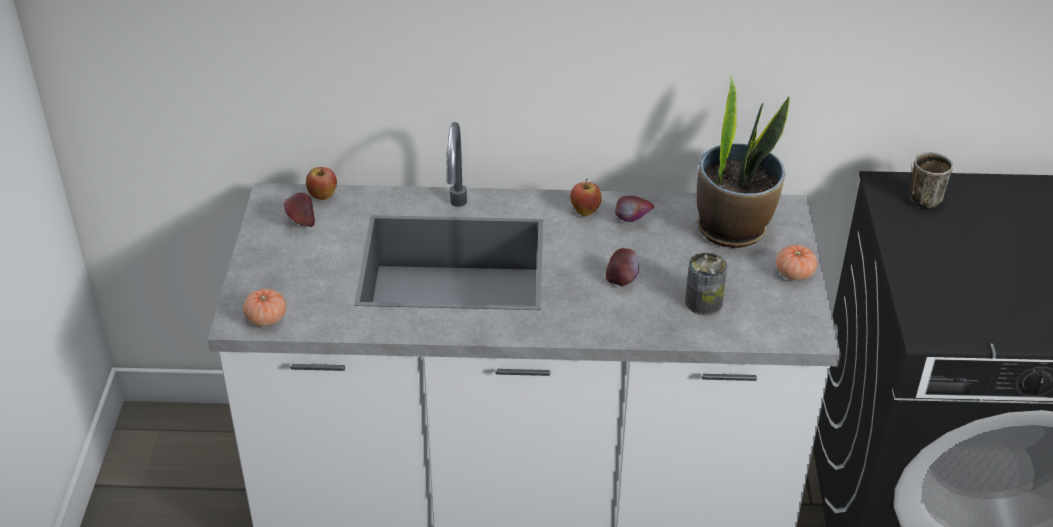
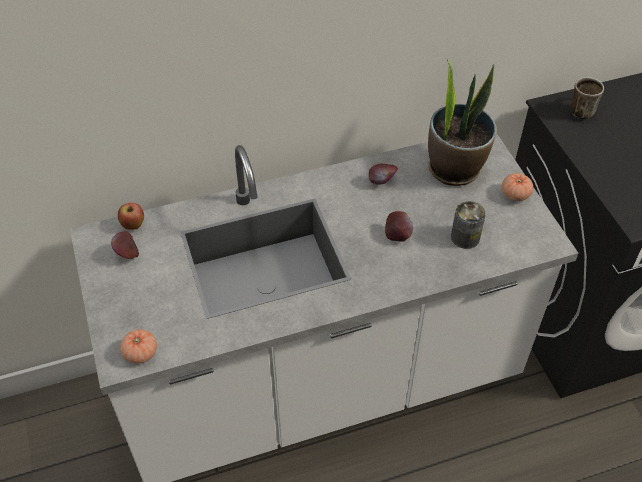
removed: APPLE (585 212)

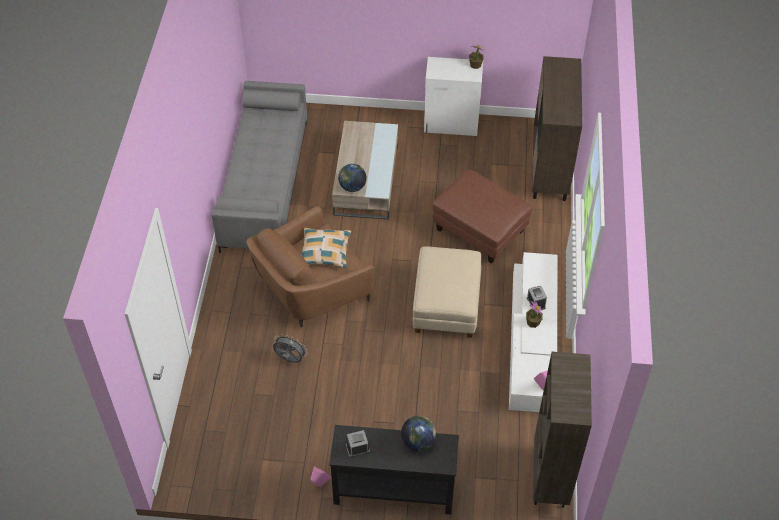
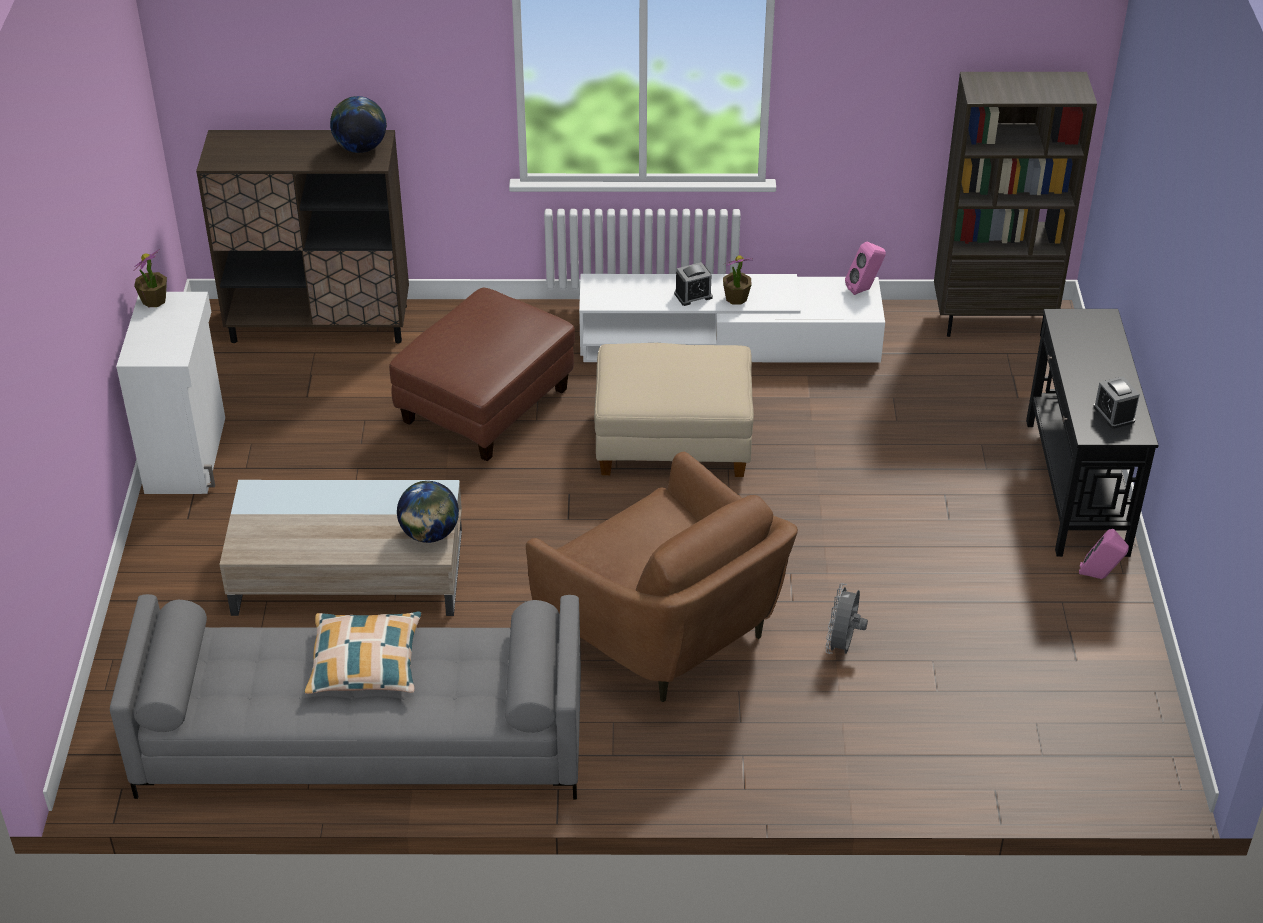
moved: CUSHION (325 251) to (365 662); GLOBE (418 442) to (360 148)

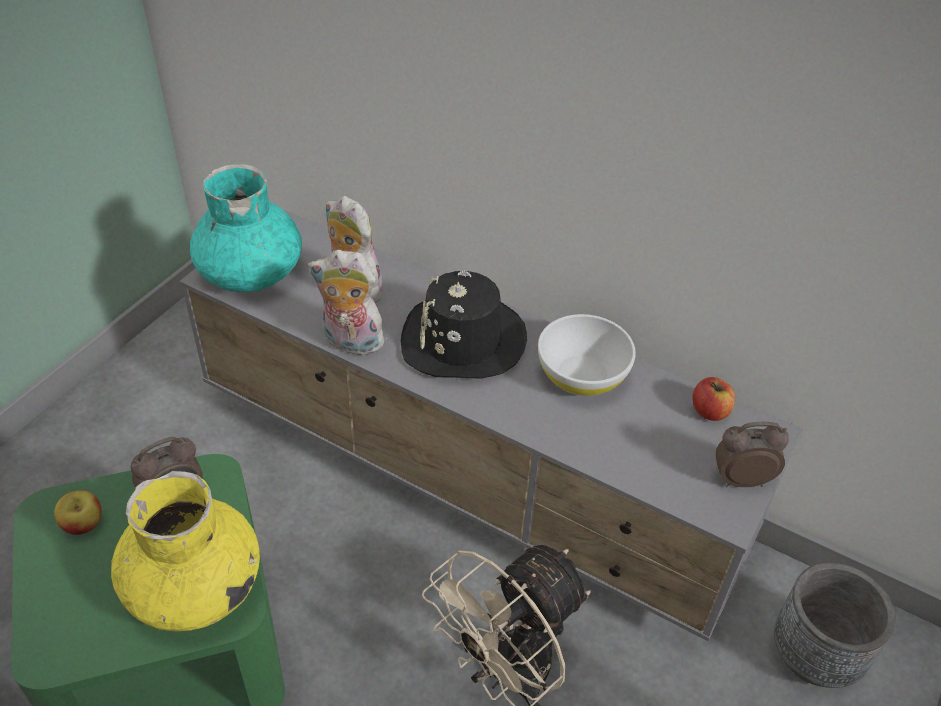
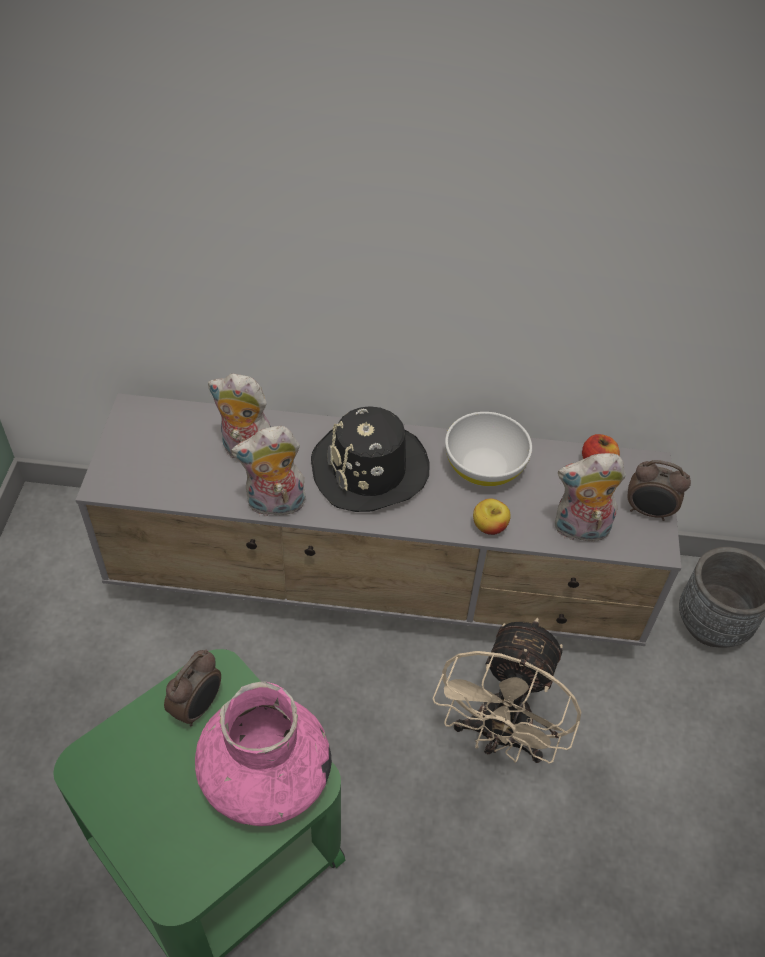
removed: BLUE-GREEN VASE (251 272)
added: CUDDLY TOY (580 530)
moved: APPLE (83 524) to (489 526)
recoloured: YELLOW-COLOURED VASE (194 587) to PINK-COLOURED VASE (265 776)
turned: ALARM CLOCK (740 479) = (648 512) 135 degrees counterclockwise

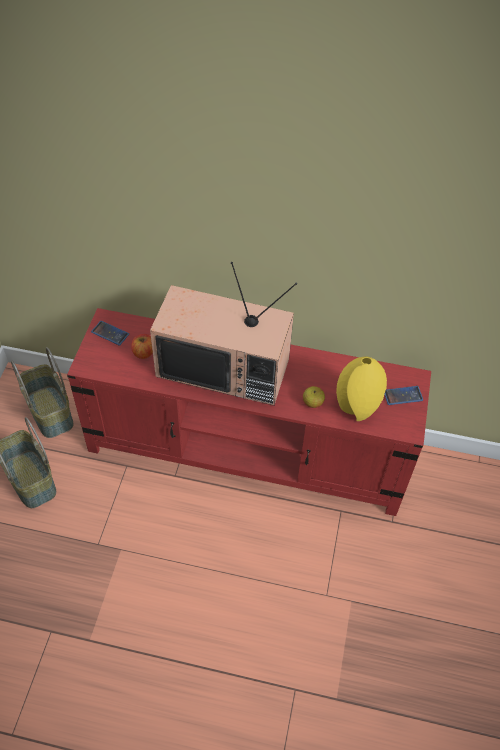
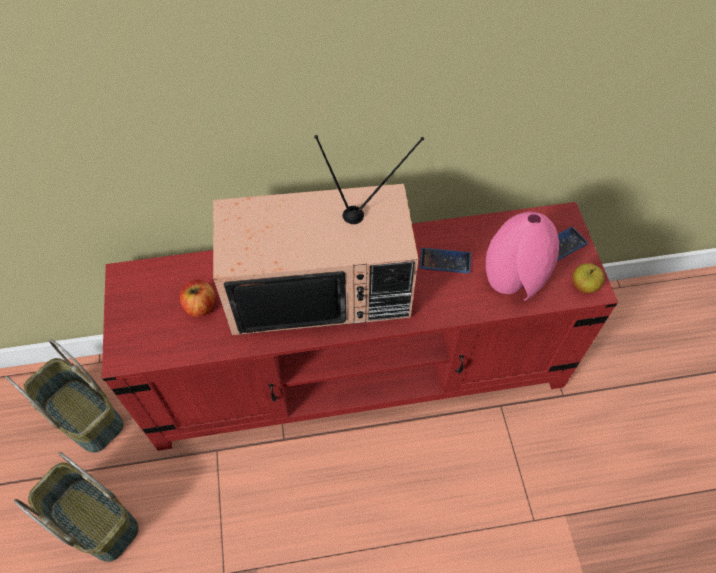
moved: TELEPHONE (110 333) to (445 261); APPLE (312 403) to (584 285)
recoloured: YELLOW-COLOURED VASE (357 407) to PINK-COLOURED VASE (514 281)

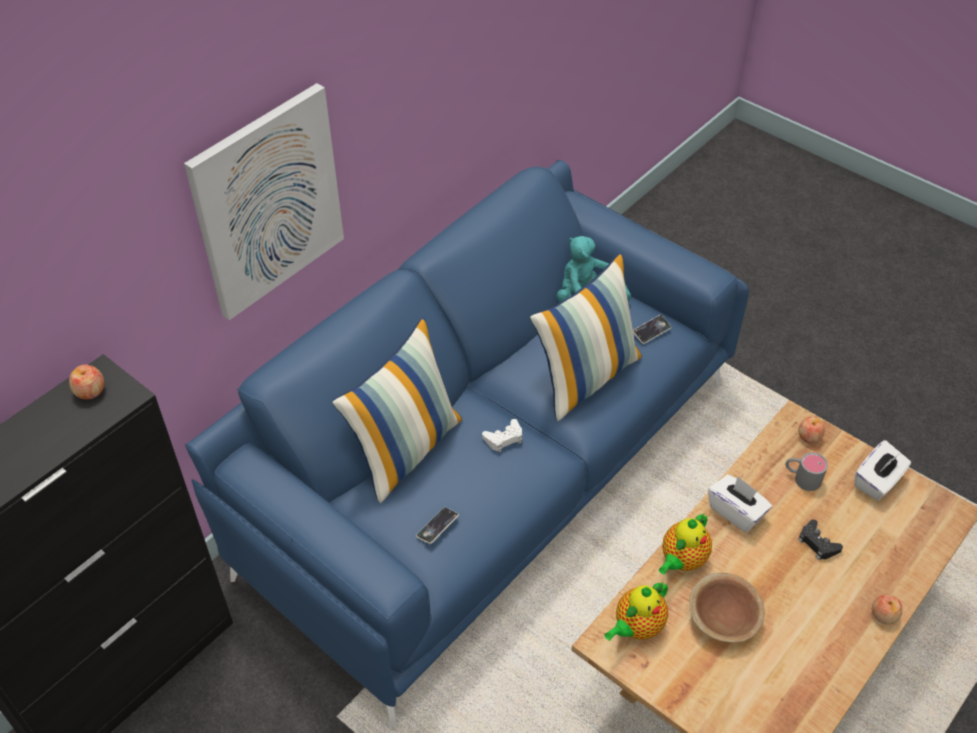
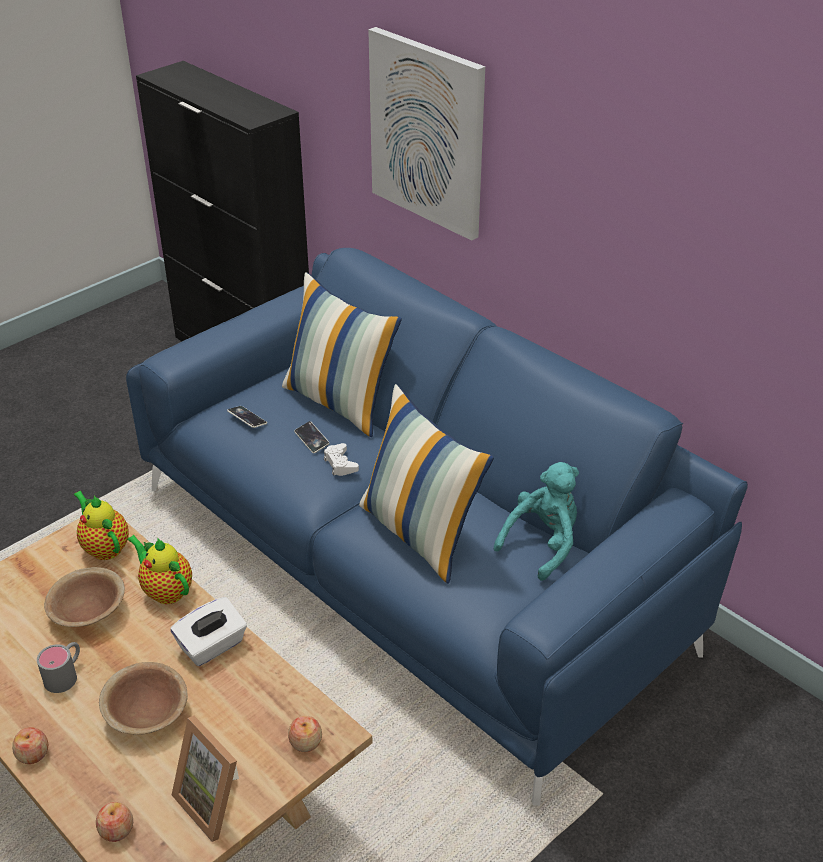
moved: GREYISH TEA MUG (801 478) to (65 674); APPLE (90 391) to (117 830); TELEPHONE (651 331) to (311 439)
replaced: BLACK GAME CONTROLLER (817 543) to BROWNISH DEEP DISH (147 713); WHITE-COLOURED BOX OF TISSUES (877 482) to PHOTO FRAME (216 801)

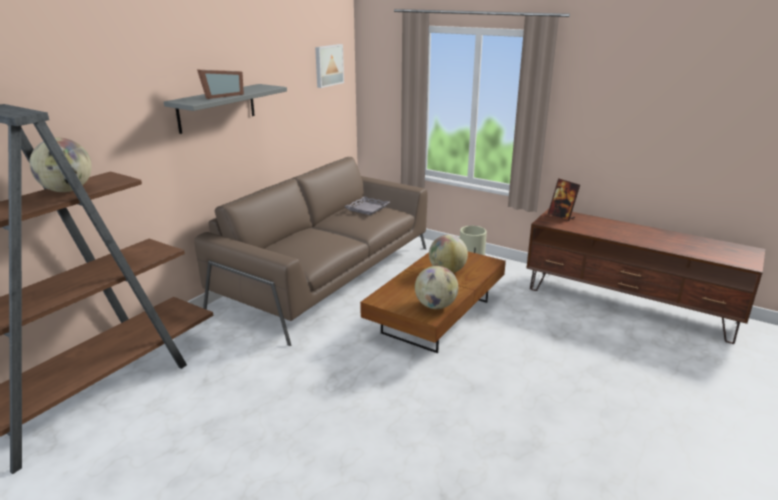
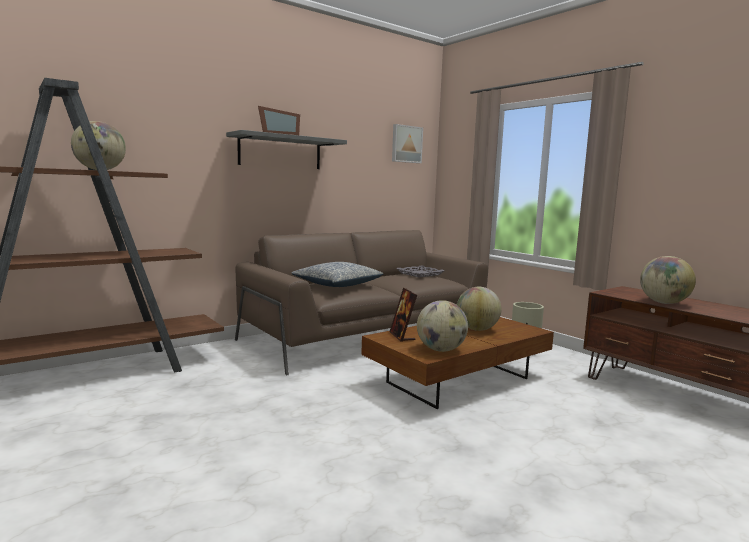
added: CUSHION (338 285); GLOBE (663 303)
moved: PHOTO FRAME (561 216) to (402 336)

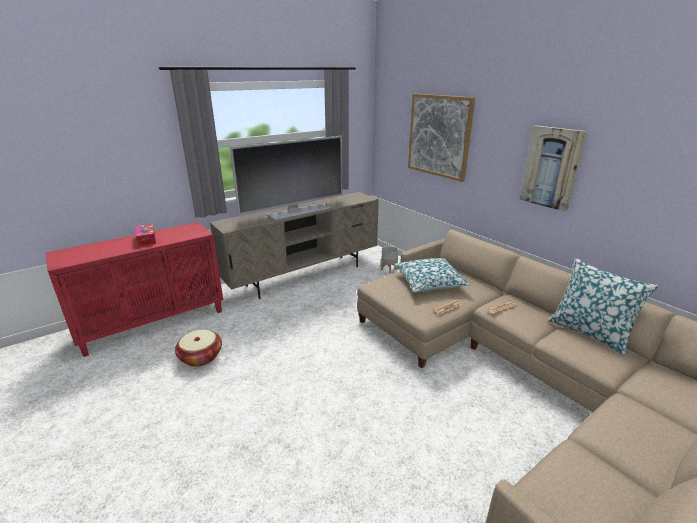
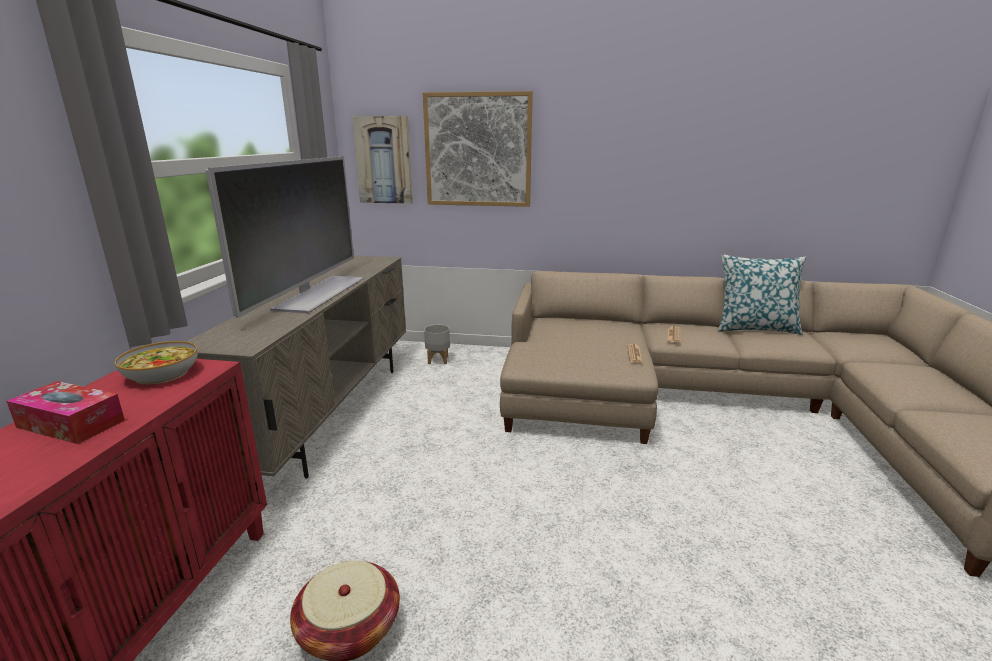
removed: CUSHION (429 282)
added: DEEP DISH (161 374)
moved: WALL PICTURE (551 167) to (384 160)

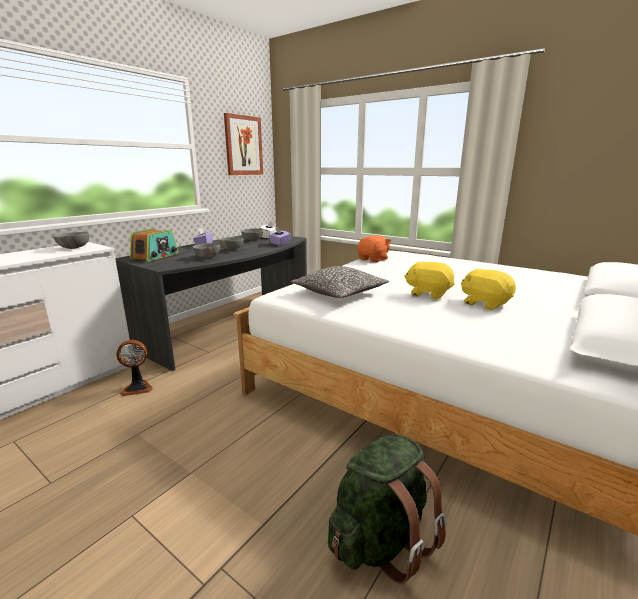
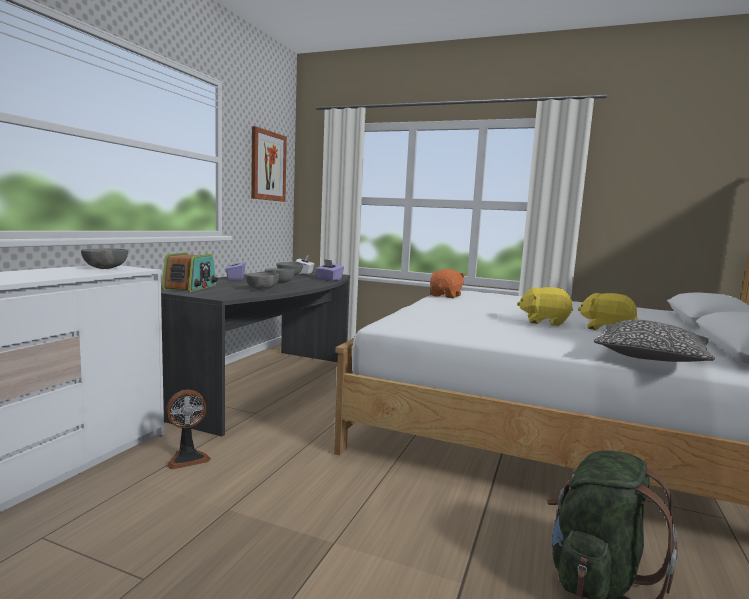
moved: CUSHION (339 293) to (650 356)

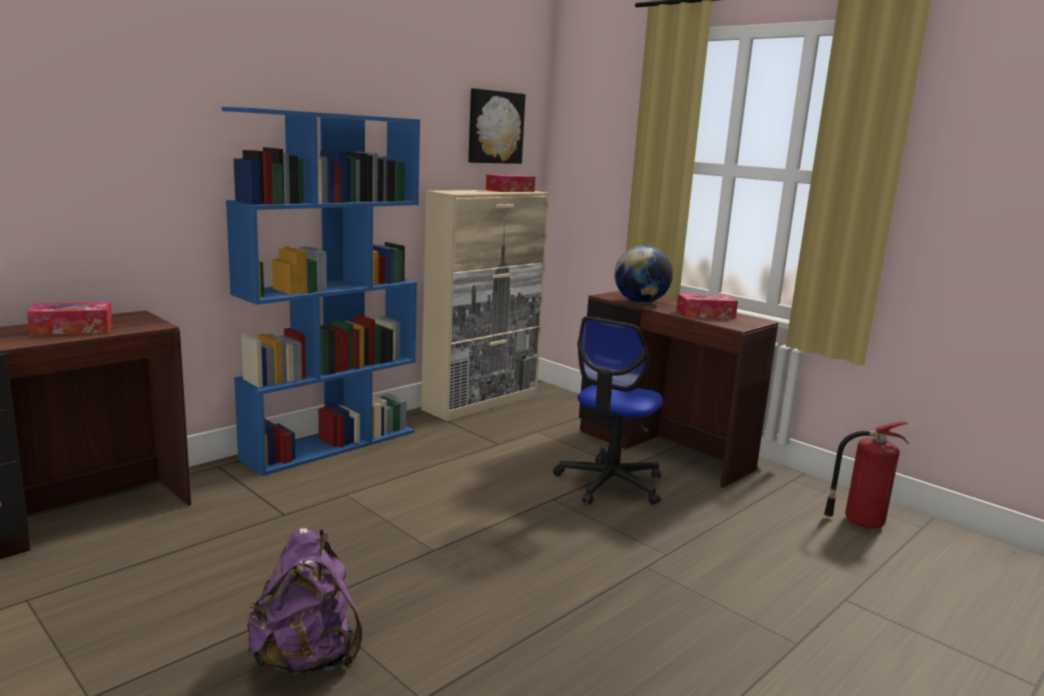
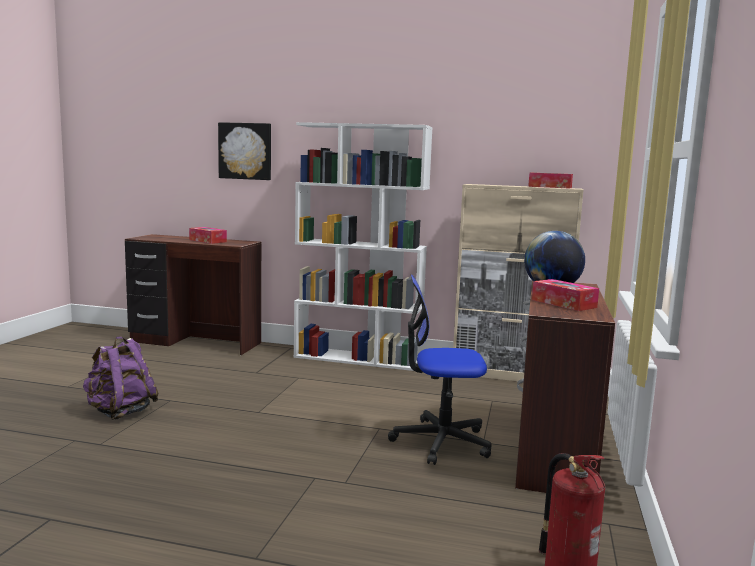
moved: WALL PICTURE (494 127) to (245 151)
recoloured: BLUISH BOOKSHELF (331 444) to WHITE-COLOURED BOOKSHELF (358 359)

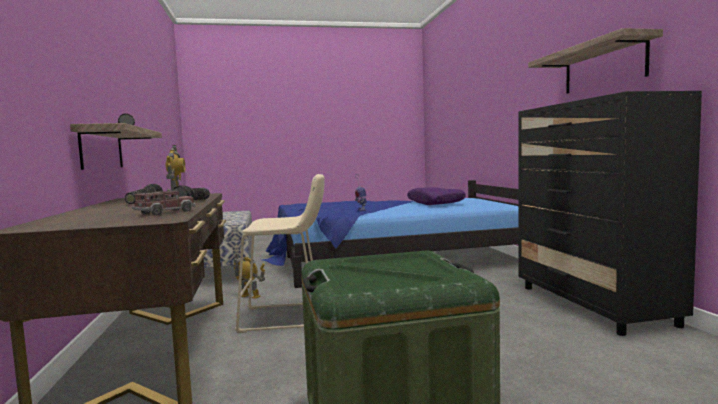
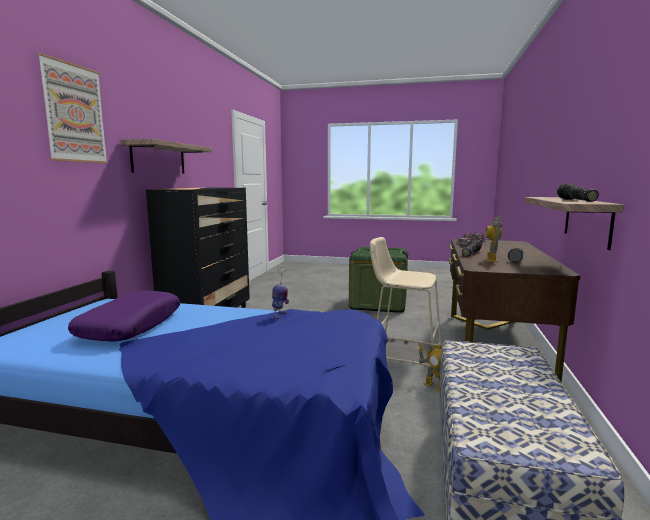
added: WALL PICTURE (74 113)

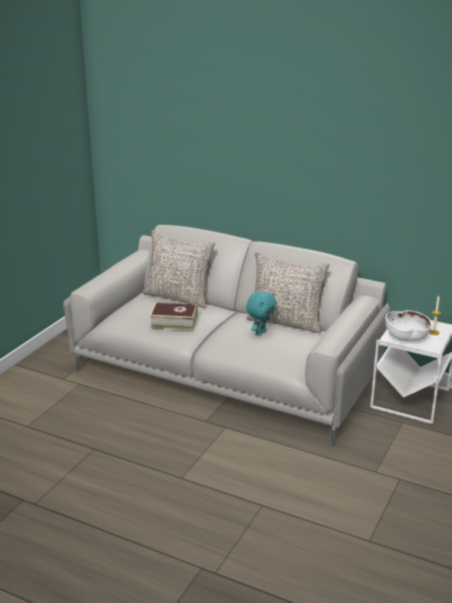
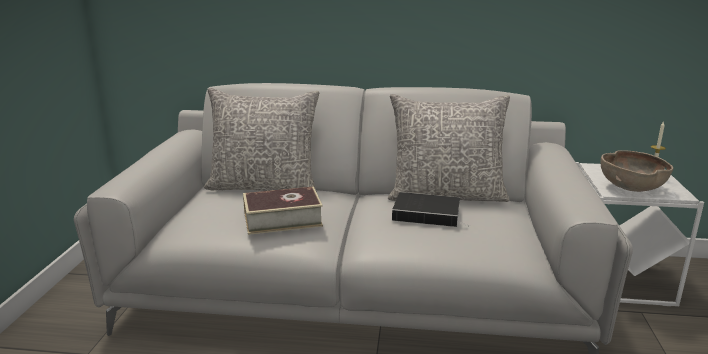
replaced: BLUE-GREEN CUDDLY TOY (260 332) to BOUND BOOK (428 214)
recoloured: WHITE-COLOURED DEEP DISH (406 337) to BROWNISH DEEP DISH (630 188)

